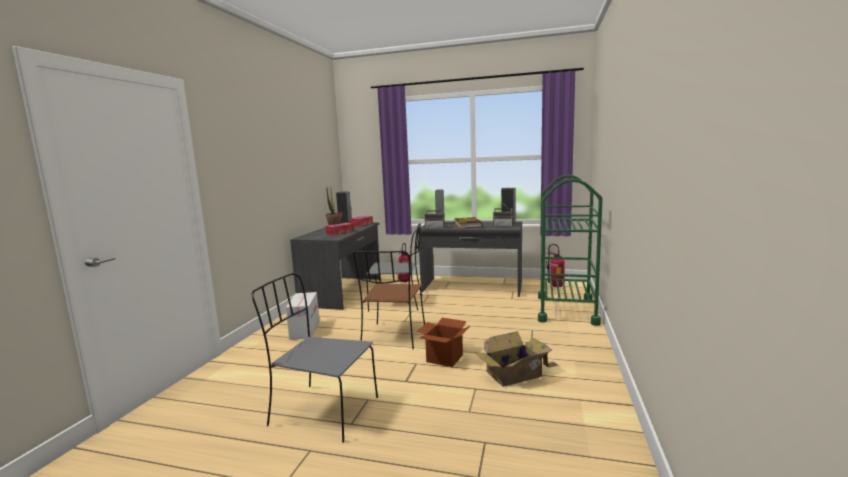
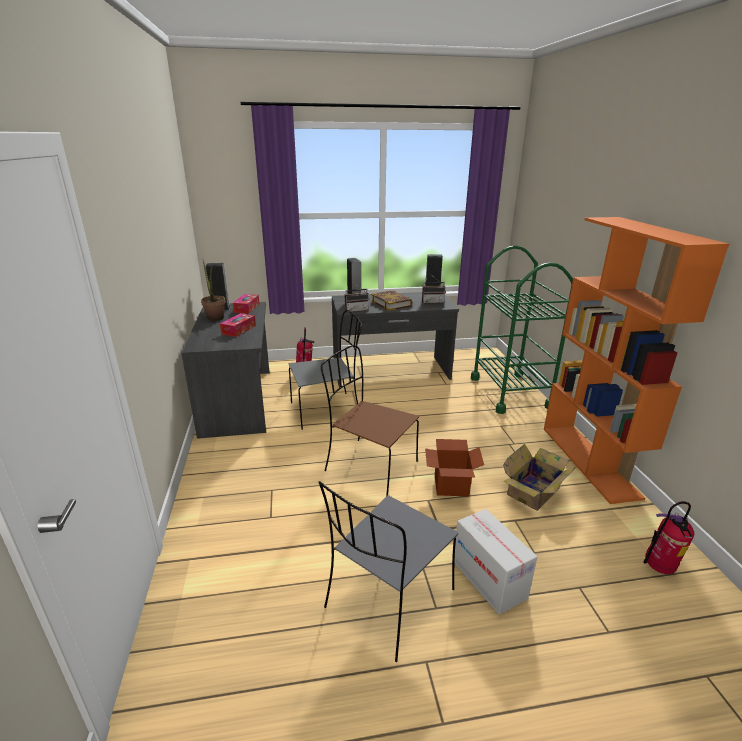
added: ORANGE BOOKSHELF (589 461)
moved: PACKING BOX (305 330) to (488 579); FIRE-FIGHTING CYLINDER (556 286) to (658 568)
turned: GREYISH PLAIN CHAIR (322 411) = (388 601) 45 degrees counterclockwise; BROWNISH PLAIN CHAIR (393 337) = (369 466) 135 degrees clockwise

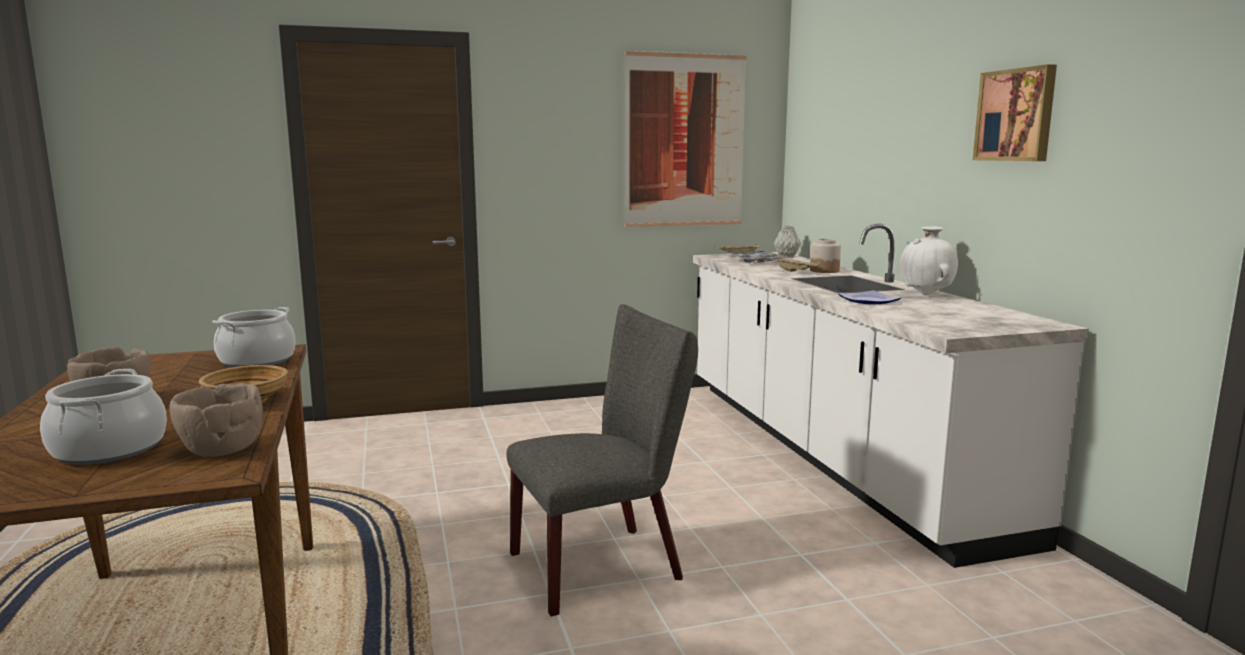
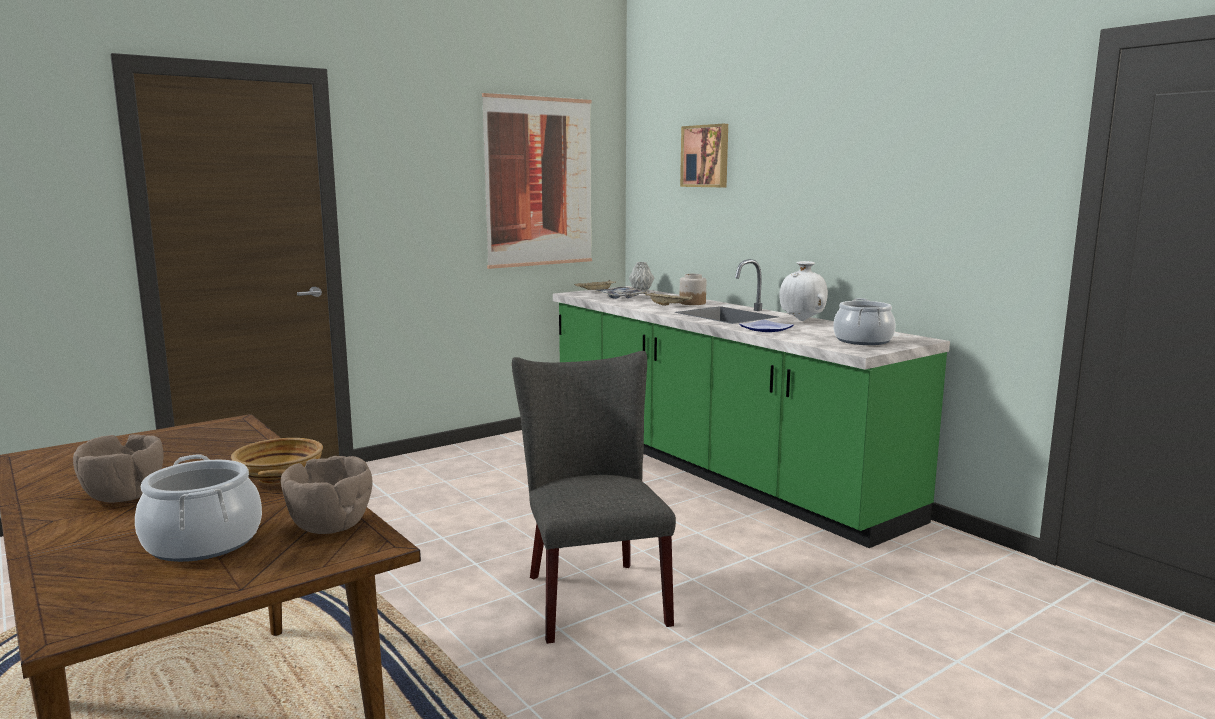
moved: WALL PICTURE (1016 115) to (706 156); SAUCEPOT (257 361) to (862 341)
recoloured: WHITE-COLOURED KITCHEN BASE UNIT (828 451) to GREEN-COLOURED KITCHEN BASE UNIT (713 467)
turned: GREYISH PLAIN CHAIR (606 564) = (591 594) 60 degrees counterclockwise

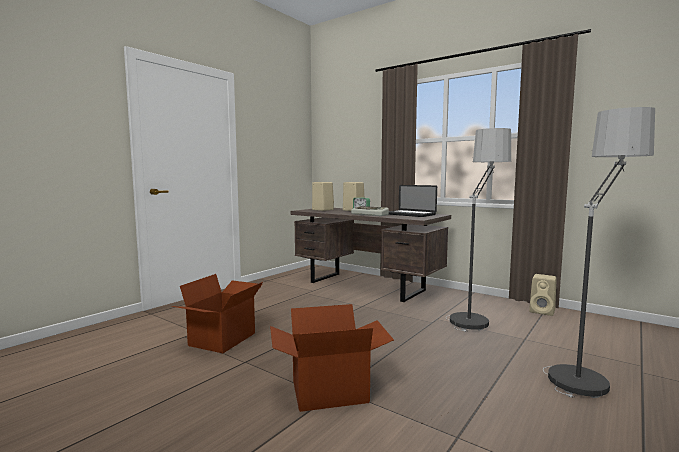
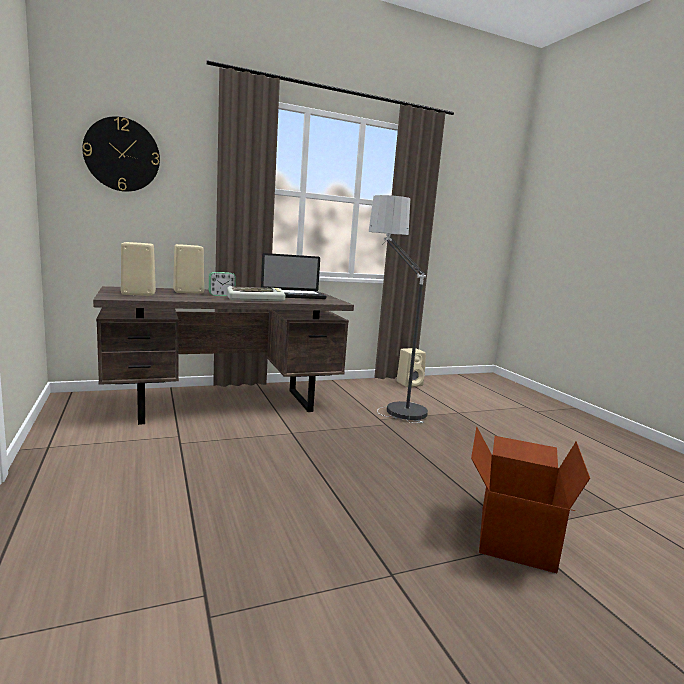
removed: PACKING BOX (223 339); STANDARD LAMP (588 369)
added: HANGING CLOCK (122 155)

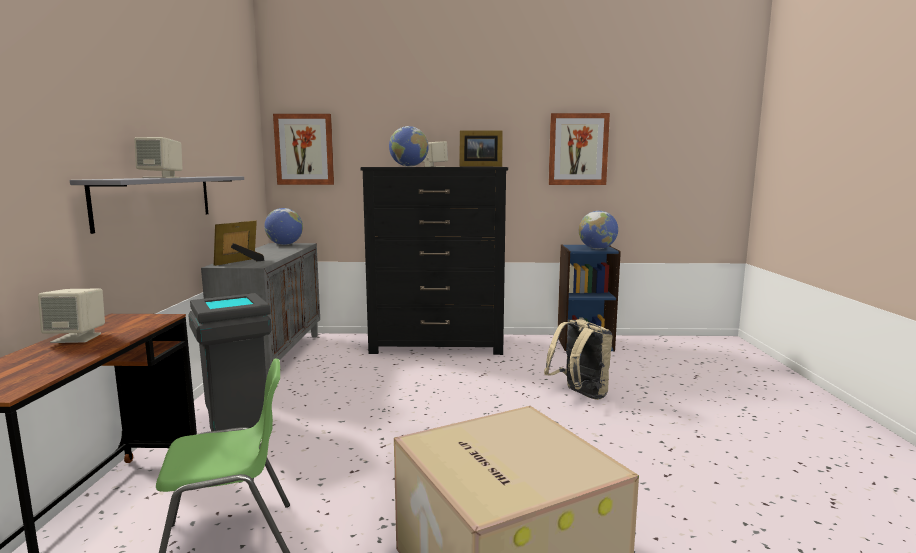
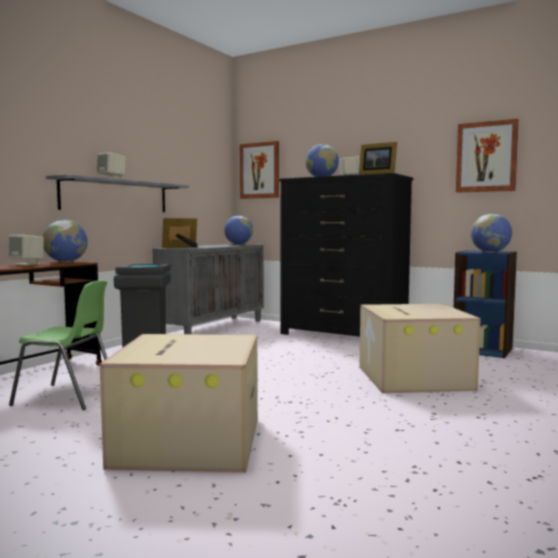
added: GLOBE (66 262)
replaced: BEIGE-COLOURED RUCKSACK (580 395) to PACKING BOX (412 377)

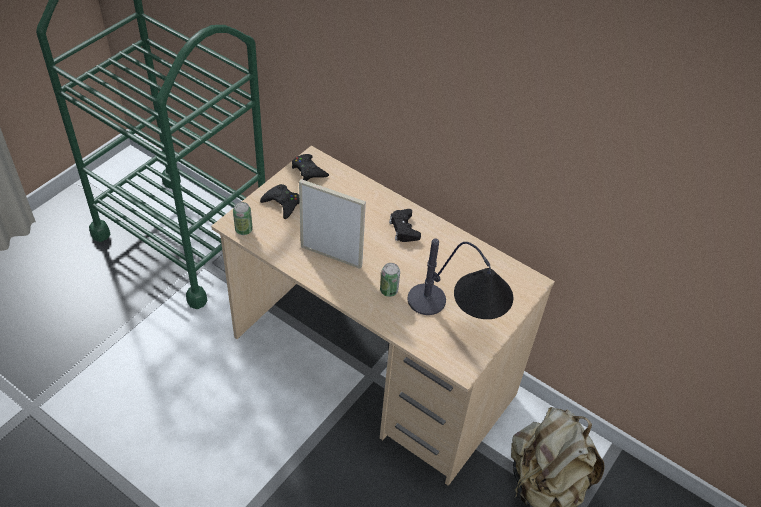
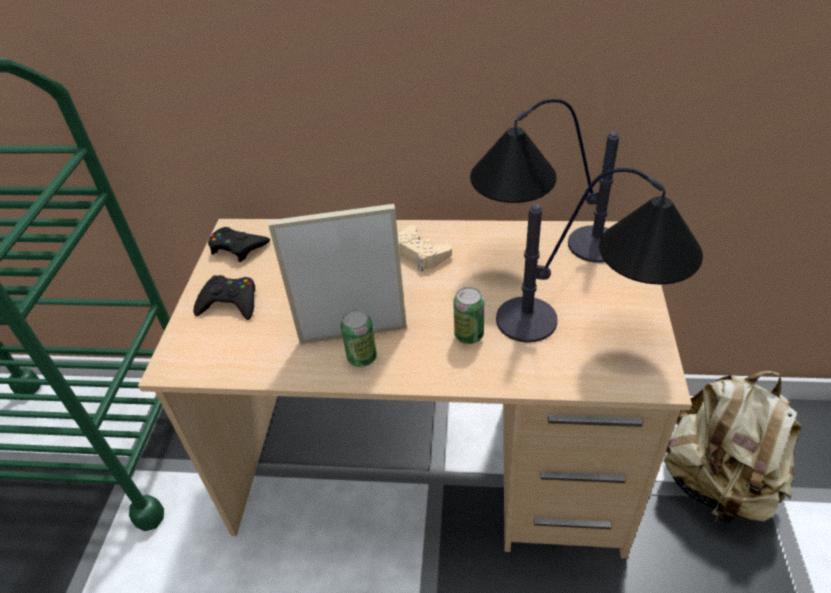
added: TABLE LAMP (541 253)
moved: SEALED CAN (243 230) to (362 357)
recoloured: BLACK GAME CONTROLLER (404 229) to BEIGE-COLOURED GAME CONTROLLER (420 253)

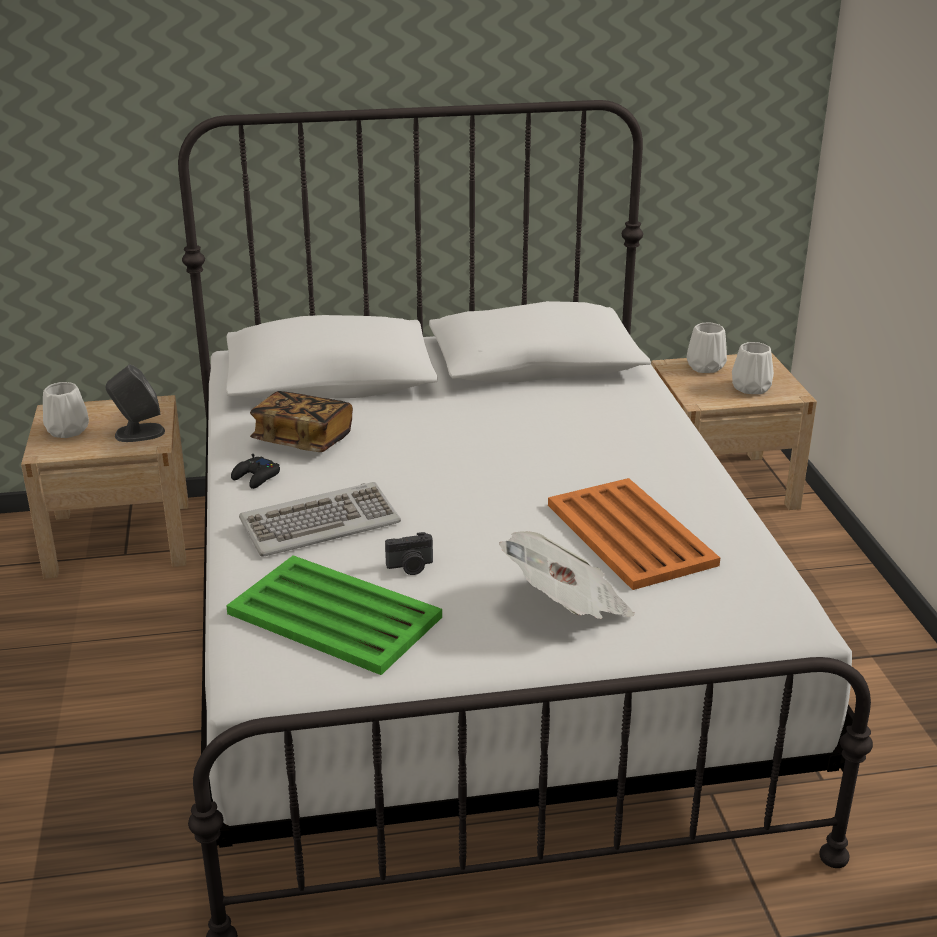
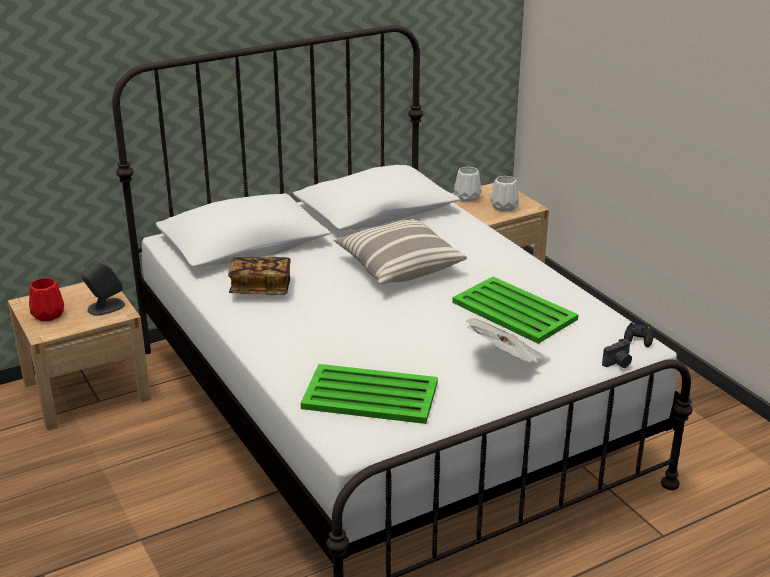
removed: COMPUTER KEYBOARD (320 524)
added: CUSHION (398 266)
moved: STILL CAMERA (410 567) to (618 363); BLACK GAME CONTROLLER (256 477) to (638 339)
recoloured: WHITE-COLOURED VASE (67 430) to RED VASE (47 314); ORANGE TRAY (630 535) to GREEN-COLOURED TRAY (514 311)

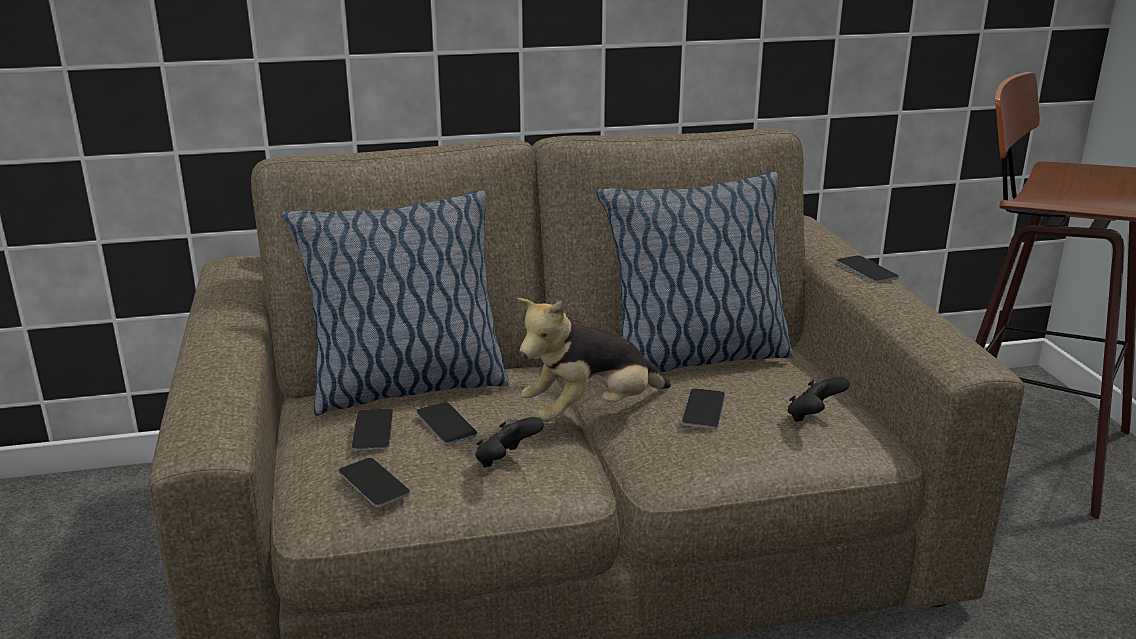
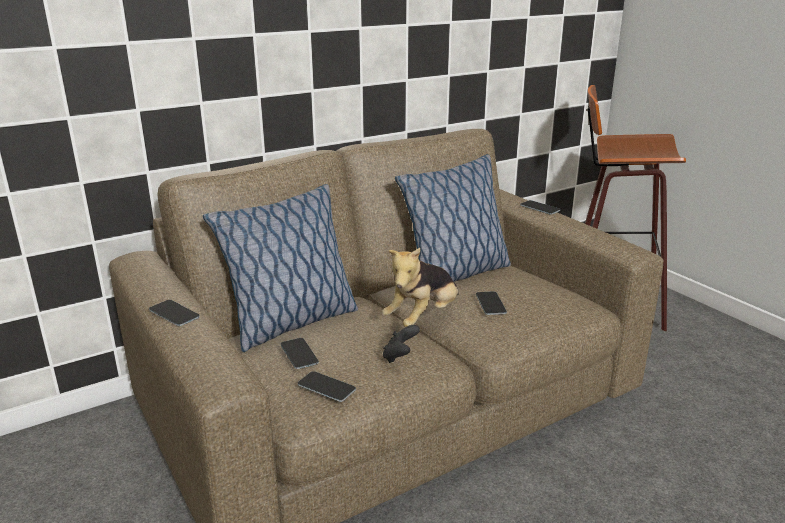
removed: BLACK GAME CONTROLLER (813 417)
moved: TELEPHONE (446 424) to (174 313)

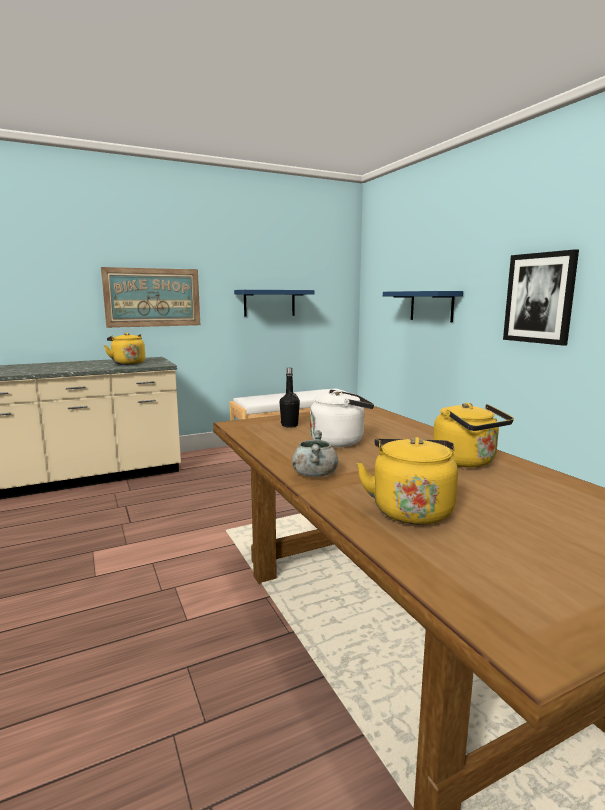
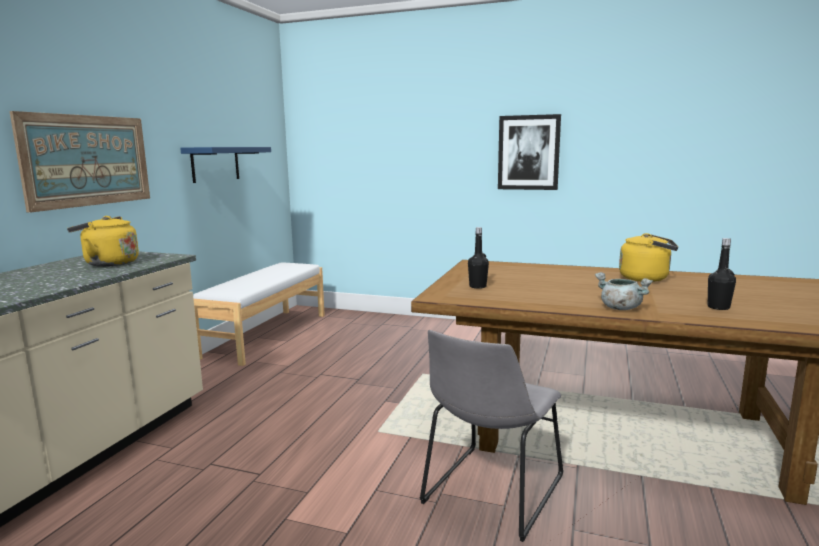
removed: WHITE-COLOURED TEA KETTLE (340 441); BLUISH SHELF (431 306)
added: GREYISH PLAIN CHAIR (490 493)
replaced: YELLOW-COLOURED TEA KETTLE (410 509) to BLACK DRINK BOTTLE (718 307)

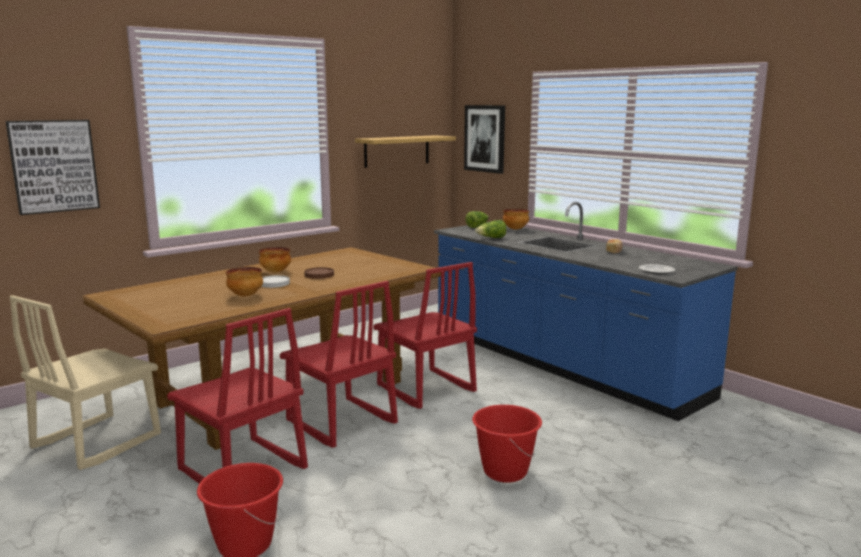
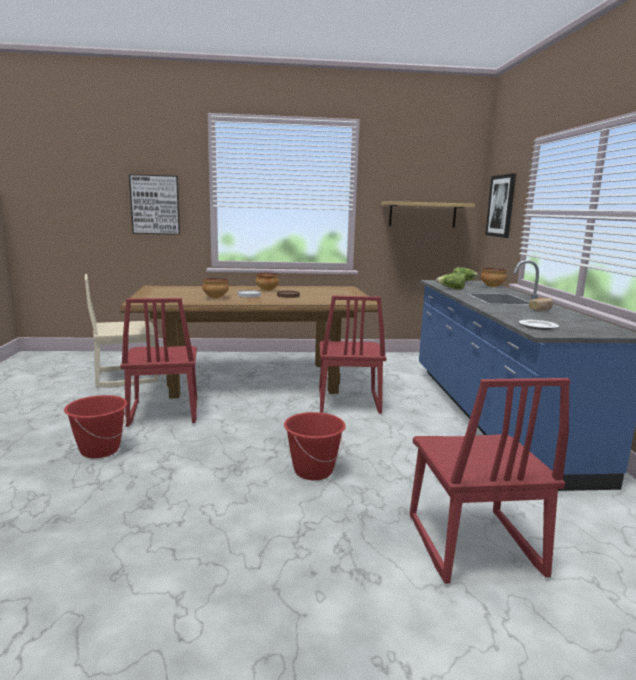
moved: RED PLAIN CHAIR (340 423) to (471 546)

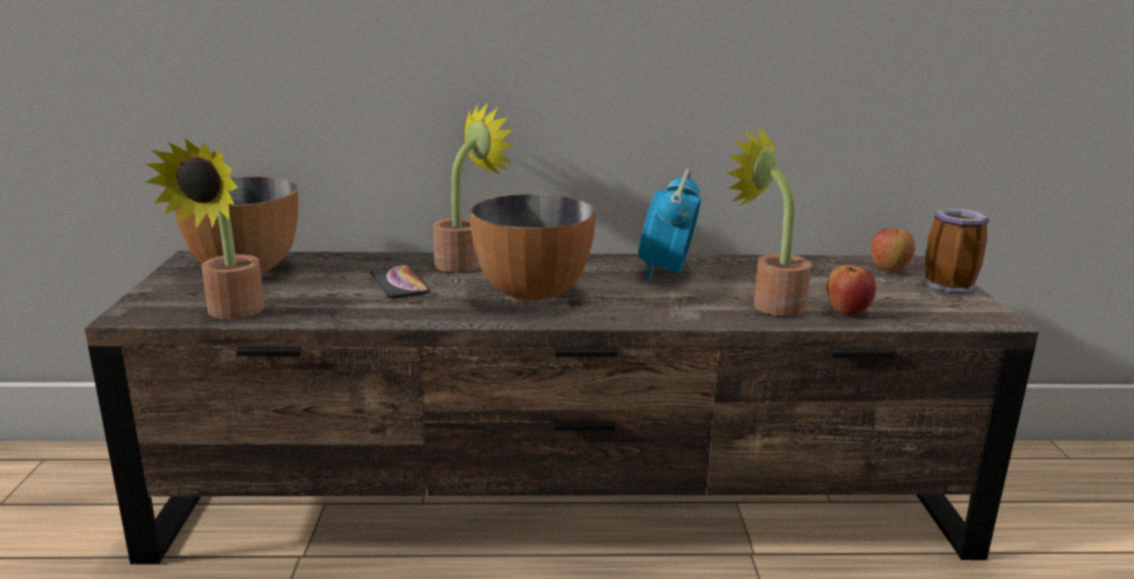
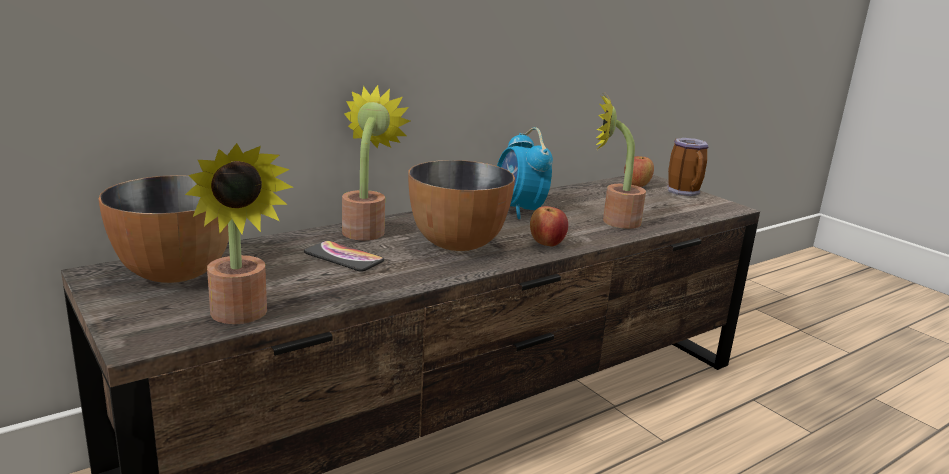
moved: APPLE (847 311) to (547 243)

